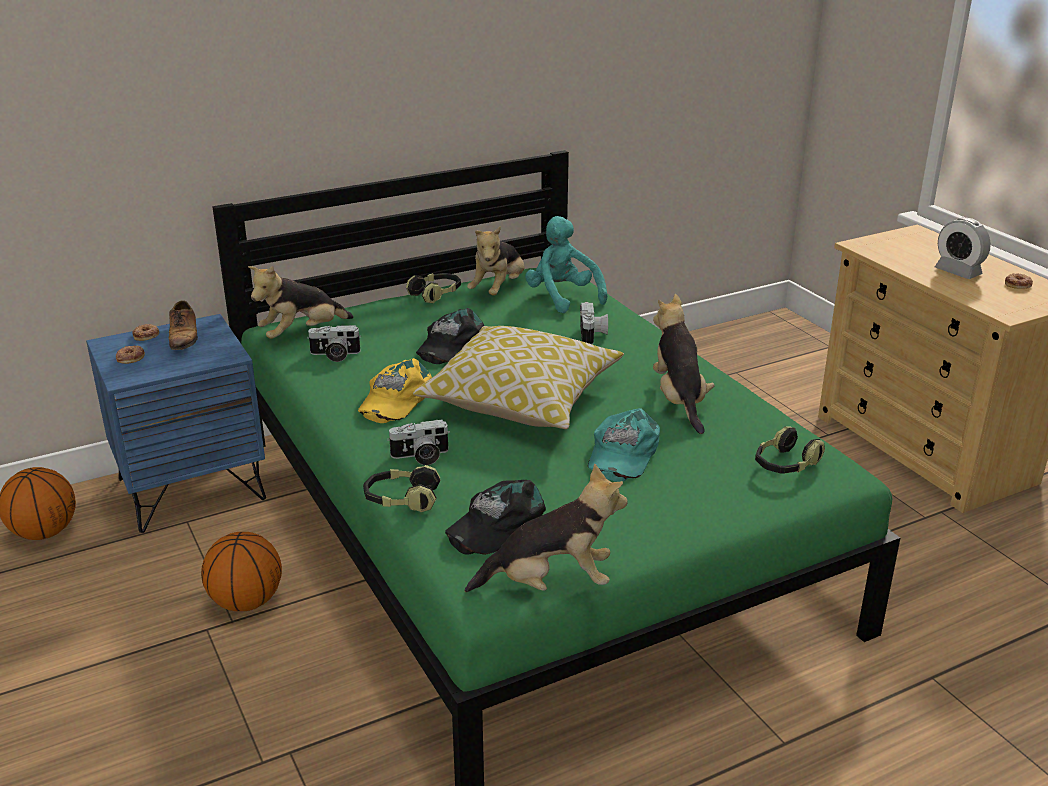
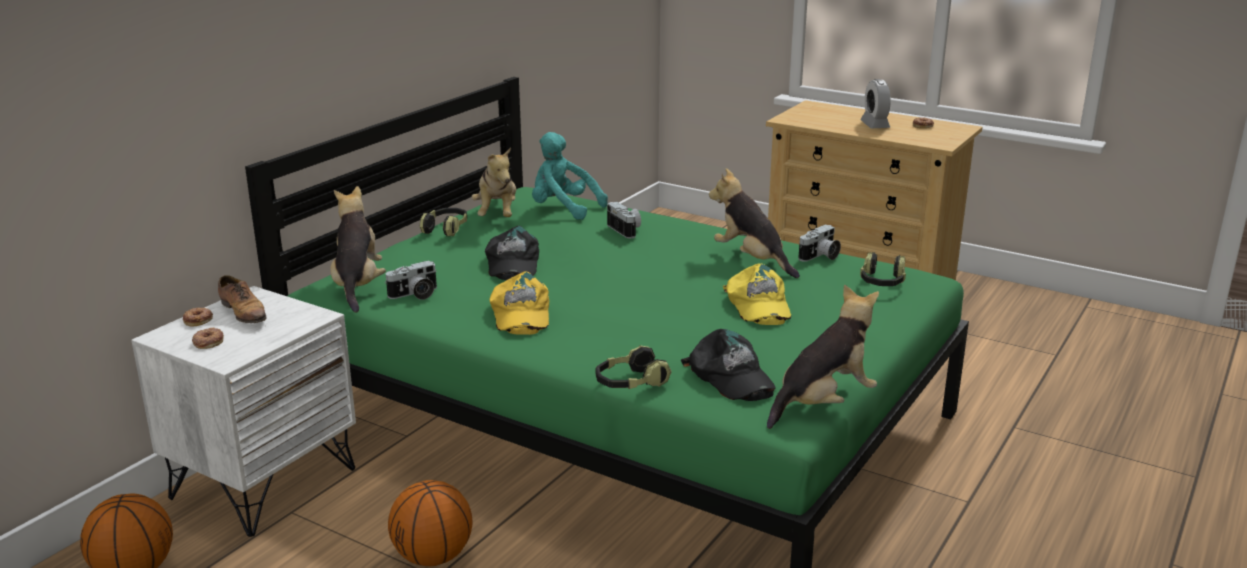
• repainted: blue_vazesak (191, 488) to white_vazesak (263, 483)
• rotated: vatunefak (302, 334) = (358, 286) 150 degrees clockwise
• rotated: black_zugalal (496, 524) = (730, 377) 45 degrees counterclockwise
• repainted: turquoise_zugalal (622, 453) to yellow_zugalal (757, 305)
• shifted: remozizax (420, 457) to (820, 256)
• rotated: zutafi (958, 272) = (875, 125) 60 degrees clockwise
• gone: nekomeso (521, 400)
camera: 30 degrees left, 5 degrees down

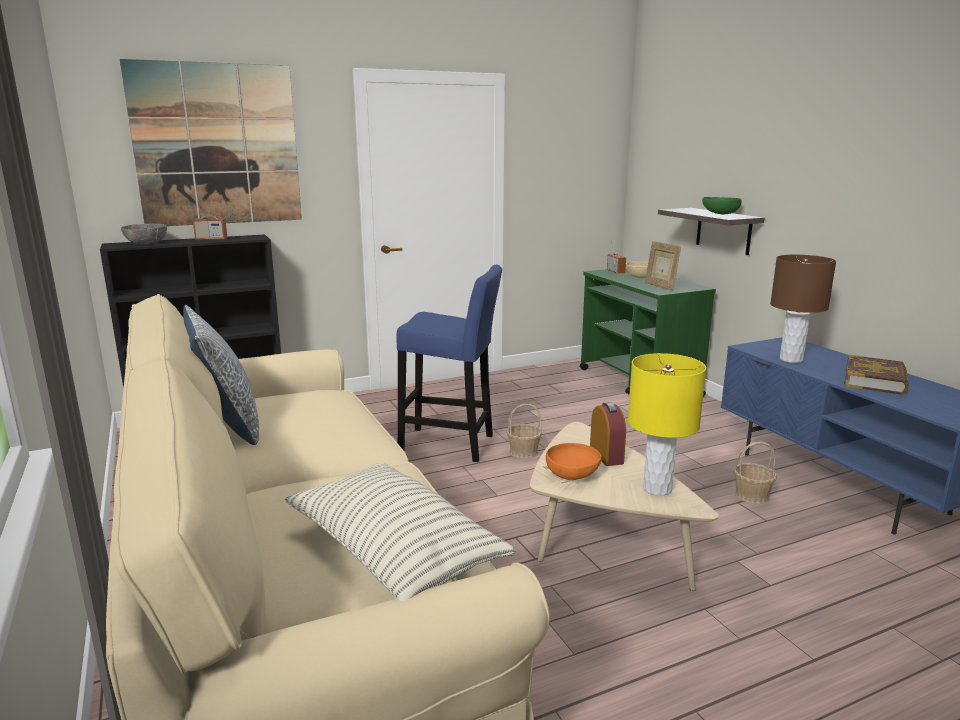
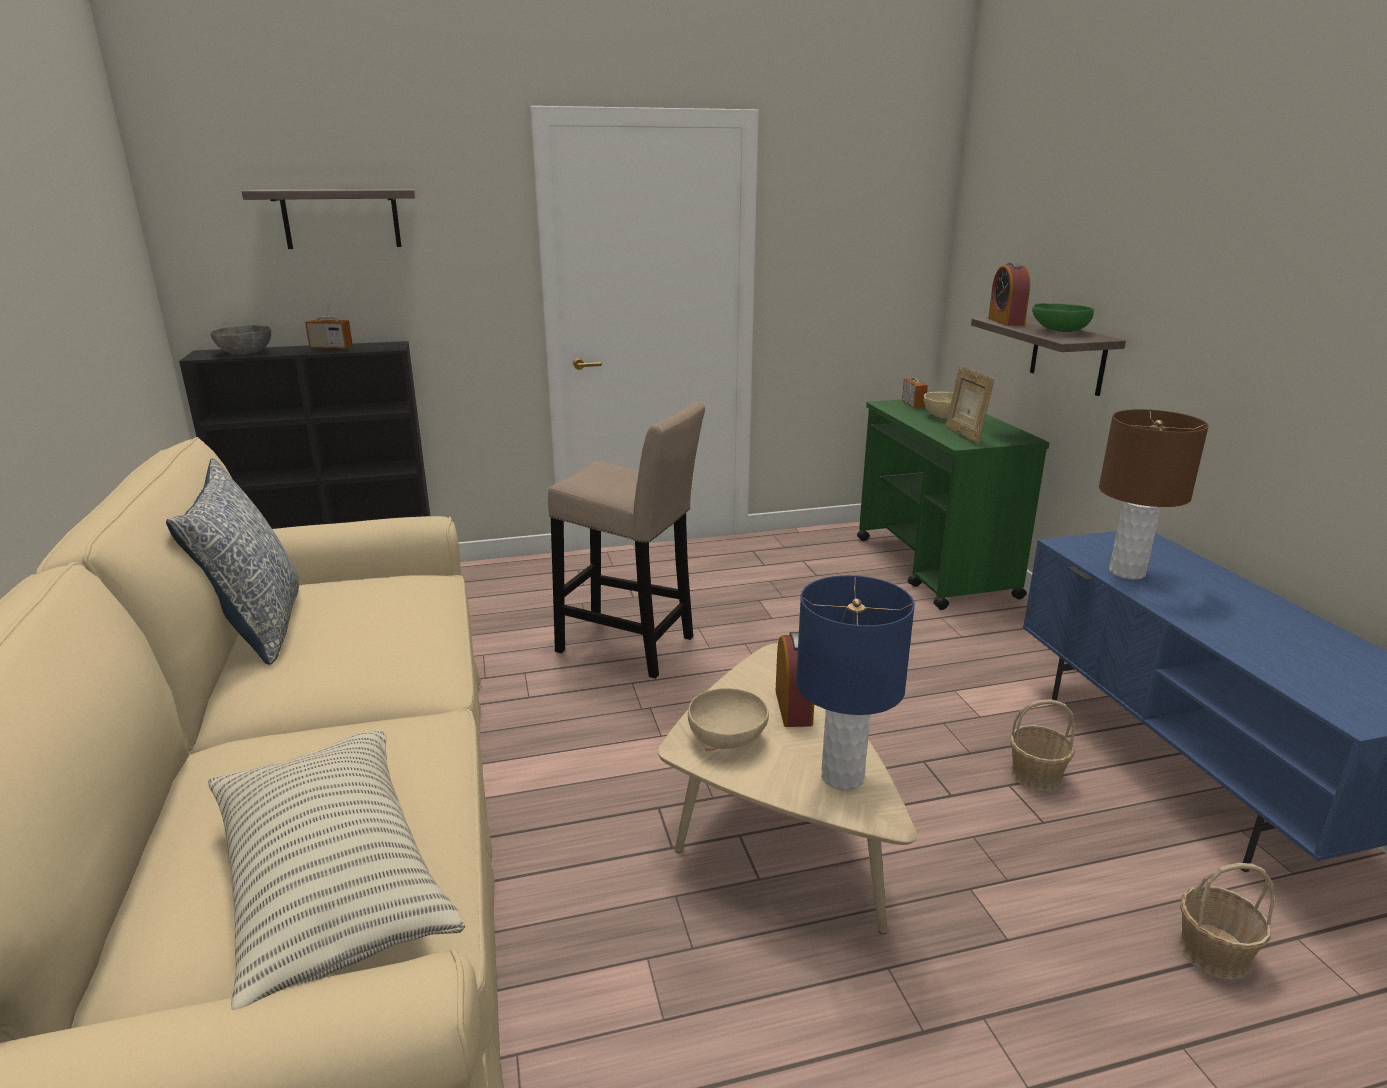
• swapped: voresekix (217, 145) to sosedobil (341, 218)
• repainted: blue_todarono (451, 445) to beige_todarono (631, 647)
• repainted: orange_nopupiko (573, 475) to beige_nopupiko (728, 738)
• repainted: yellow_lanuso (657, 488) to blue_lanuso (842, 776)
• new: zutafi (1006, 322)
• shifted: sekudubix (523, 452) to (1212, 952)
• gone: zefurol (875, 380)
camera: 10 degrees right, 5 degrees up

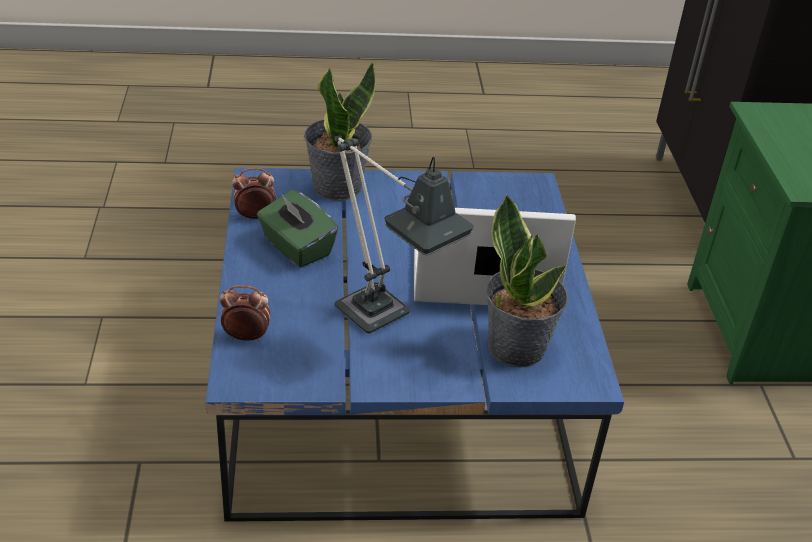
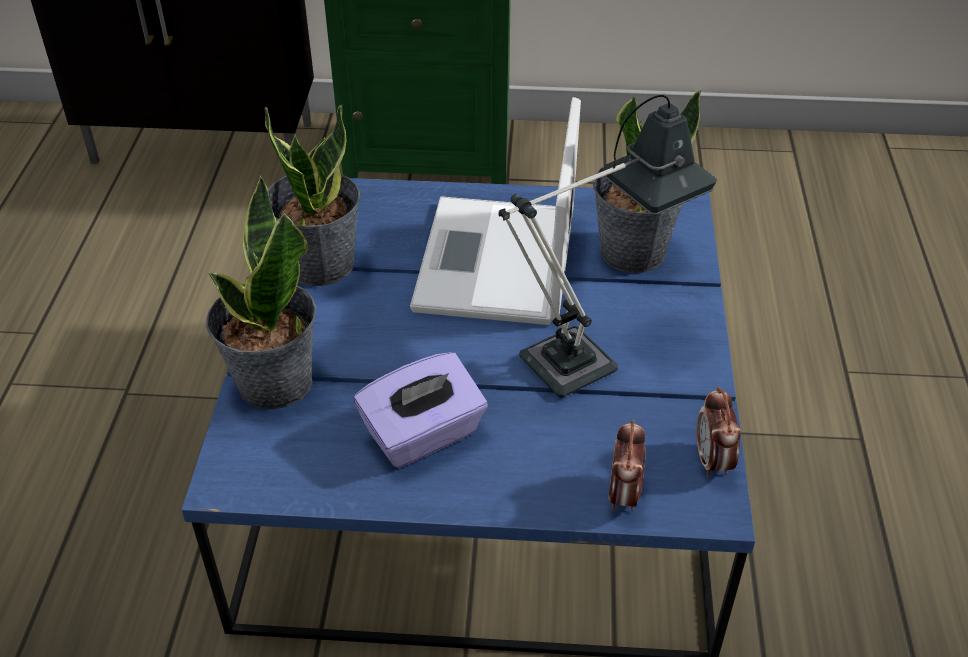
• new: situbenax (320, 264)
• repainted: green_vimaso (296, 247) to purple_vimaso (423, 435)
• shifted: zutafi (255, 216) to (712, 461)
camera: 80 degrees left, 5 degrees up

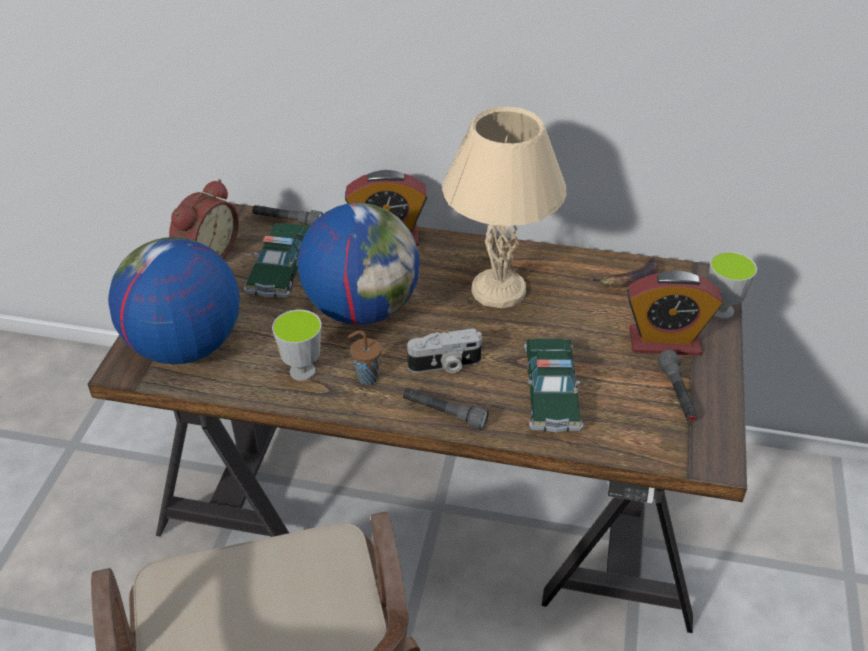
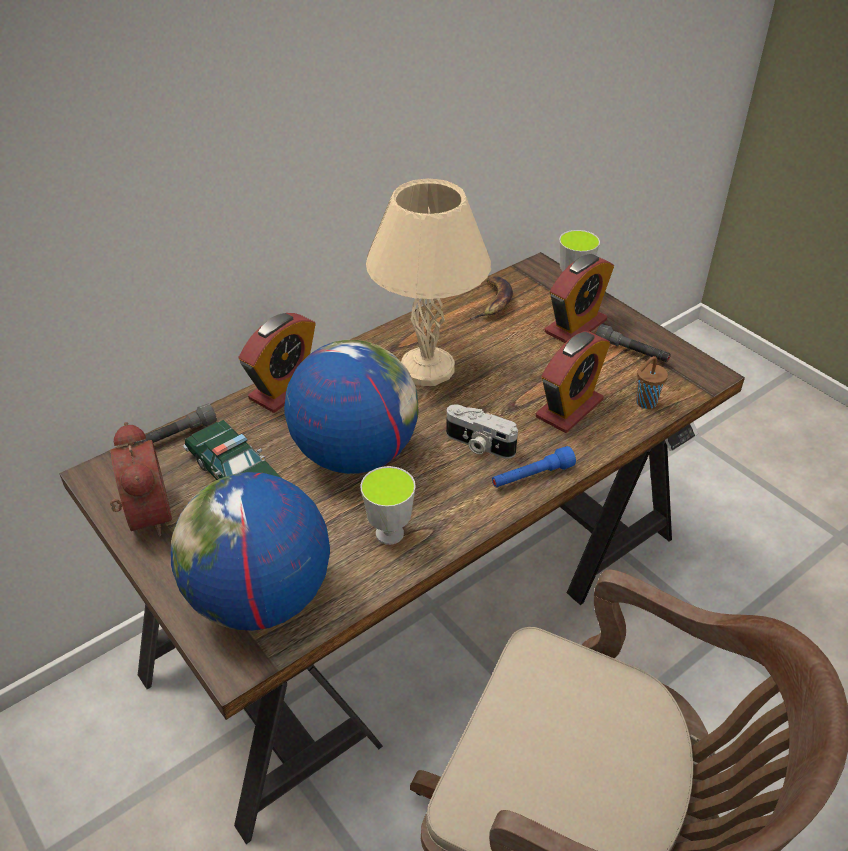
• rotated: remozizax (445, 365) = (478, 445) 90 degrees clockwise
• repainted: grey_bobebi (444, 413) to blue_bobebi (532, 476)
• swapped: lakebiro (551, 393) to zutafi (569, 409)
• shifted: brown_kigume (366, 377) to (645, 403)
camera: 50 degrees left, 0 degrees up

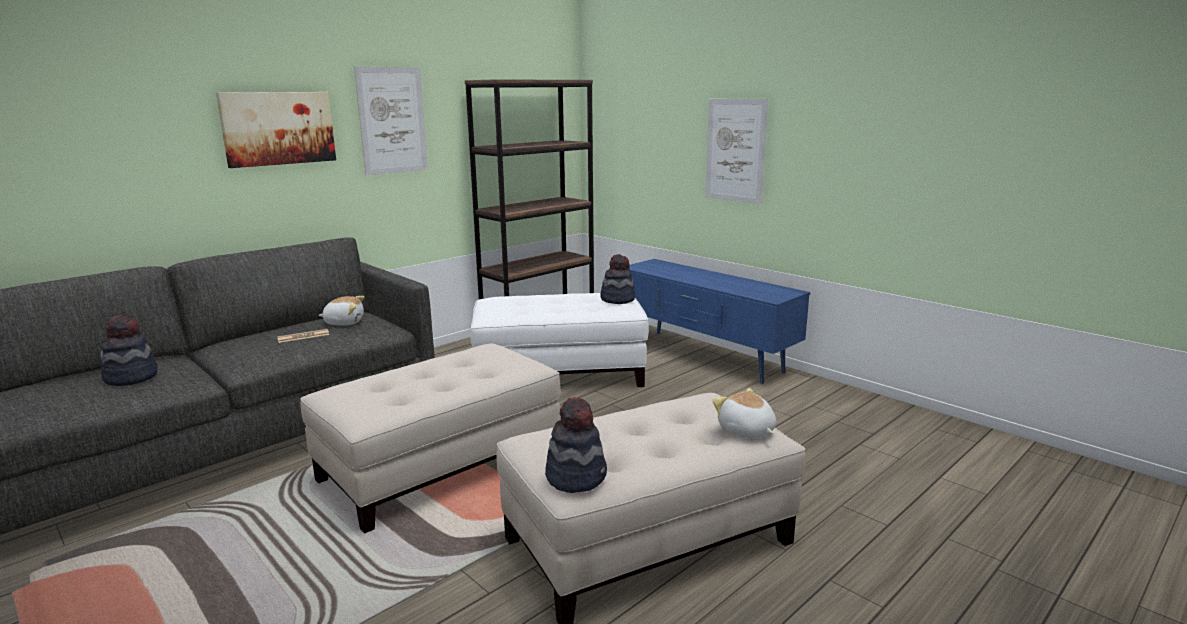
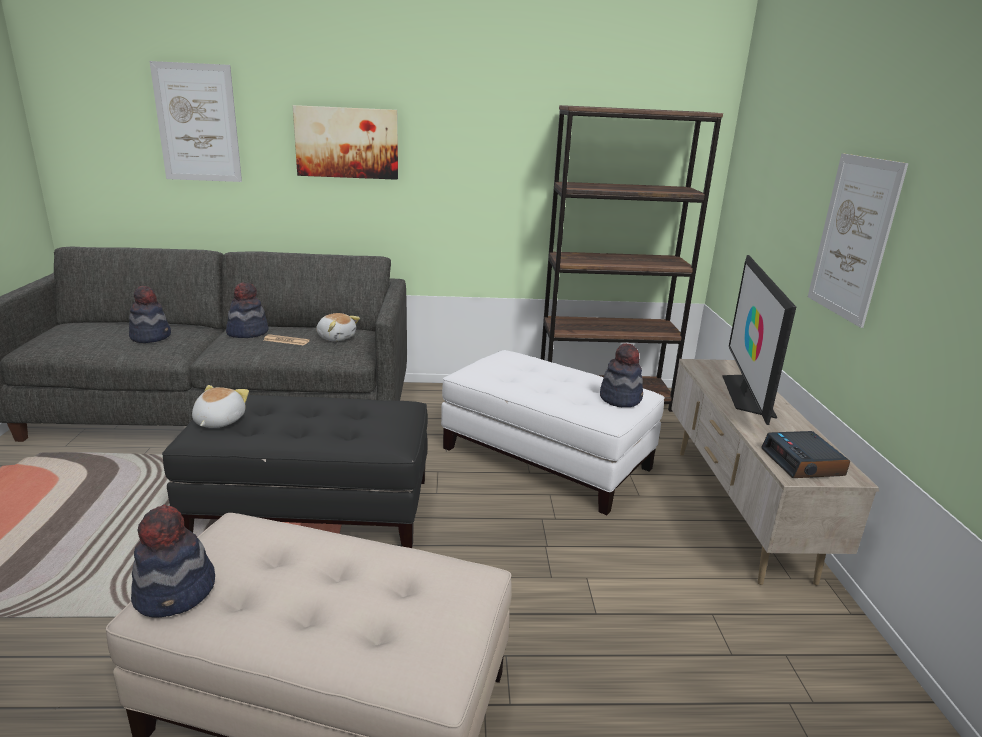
• shifted: voresekix (392, 120) to (197, 123)
• repainted: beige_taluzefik (440, 466) to black_taluzefik (313, 505)
• shifted: vatunefak (746, 431) to (218, 421)
• new: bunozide (247, 332)
• repainted: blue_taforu (704, 356) to beige_taforu (737, 510)
• new: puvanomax (746, 393)
• new: zutafi (803, 463)
camera: 40 degrees right, 5 degrees up

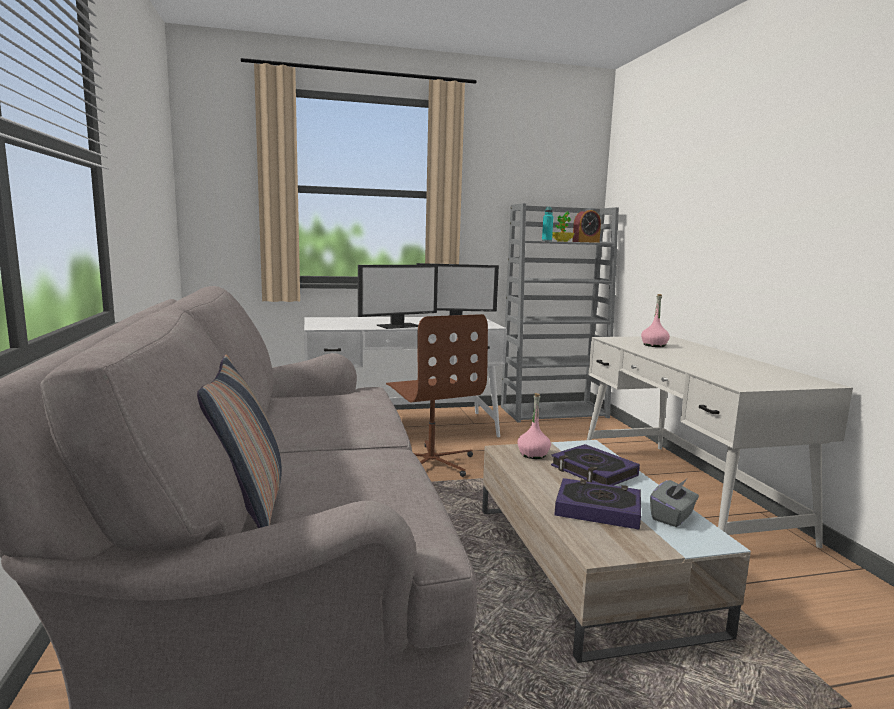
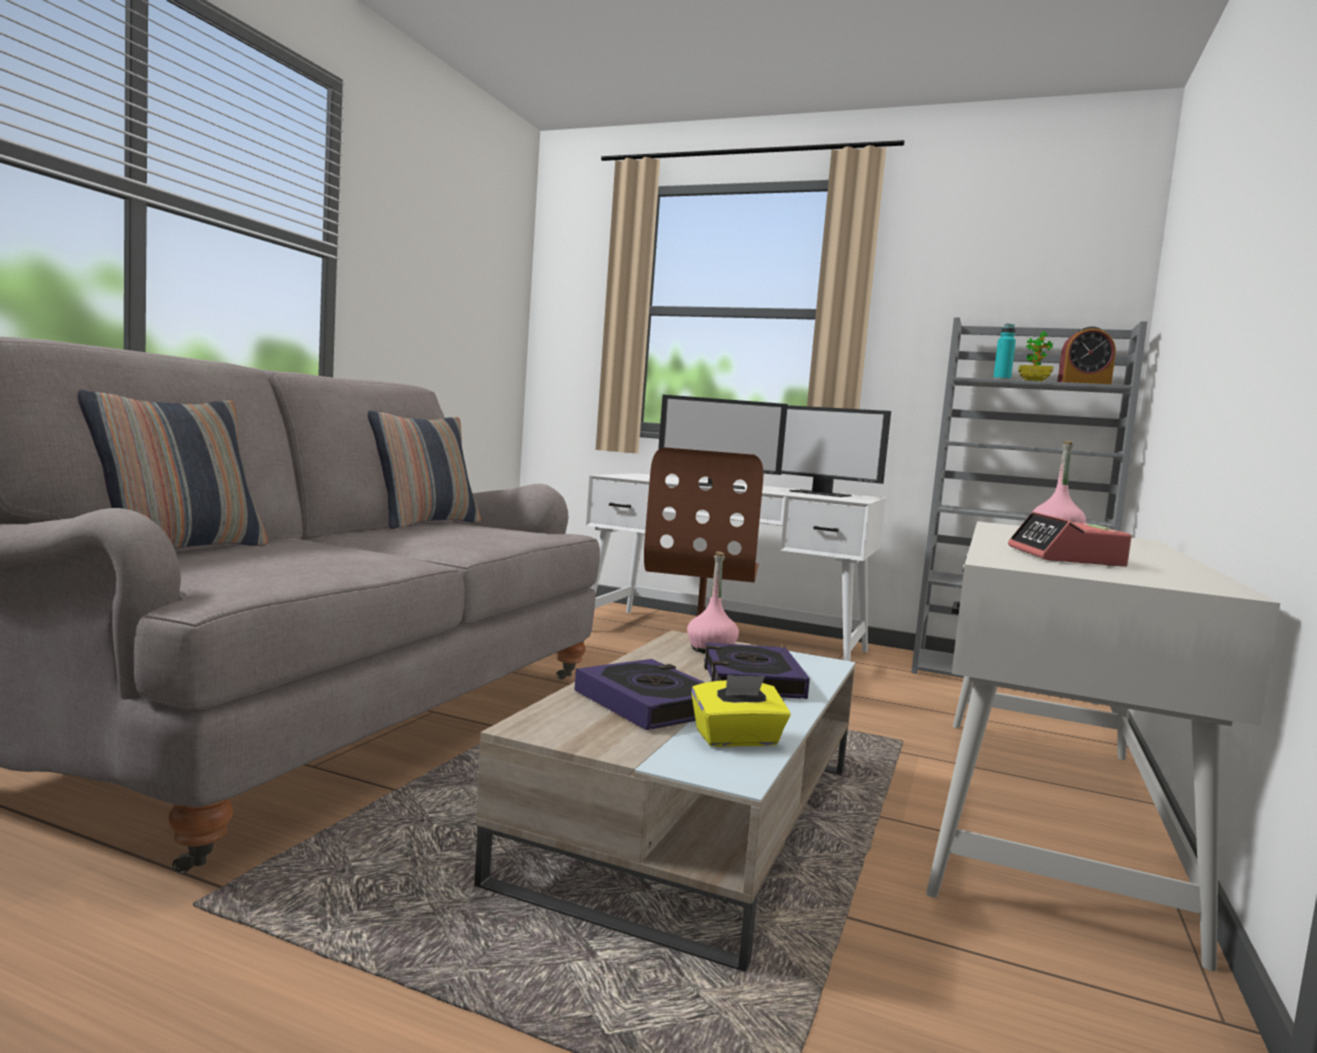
• new: nekomeso (425, 523)
• repainted: grey_vimaso (672, 517) to yellow_vimaso (737, 739)
• new: zutafi (1065, 557)
camera: 35 degrees right, 5 degrees down

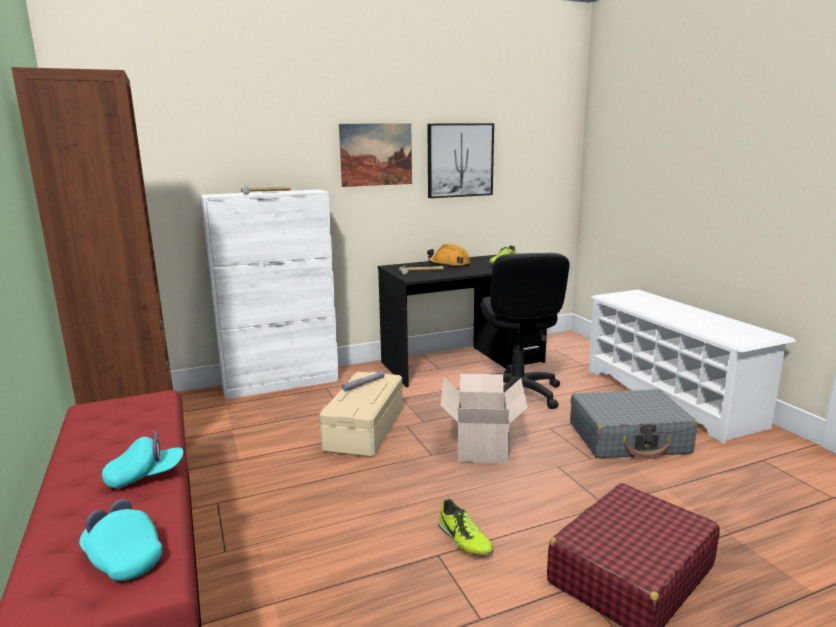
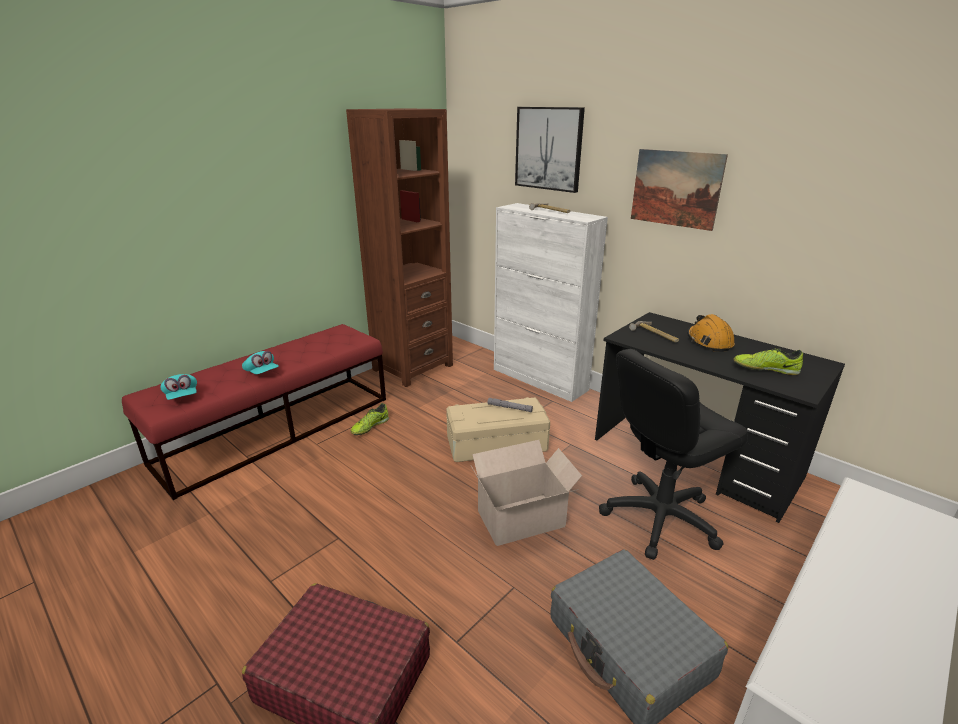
• rotated: turquoise_zugalal (123, 558) = (182, 397) 135 degrees clockwise
• shifted: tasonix (464, 540) to (370, 427)
• shifted: voresekix (460, 160) to (549, 149)
camera: 65 degrees right, 10 degrees up

